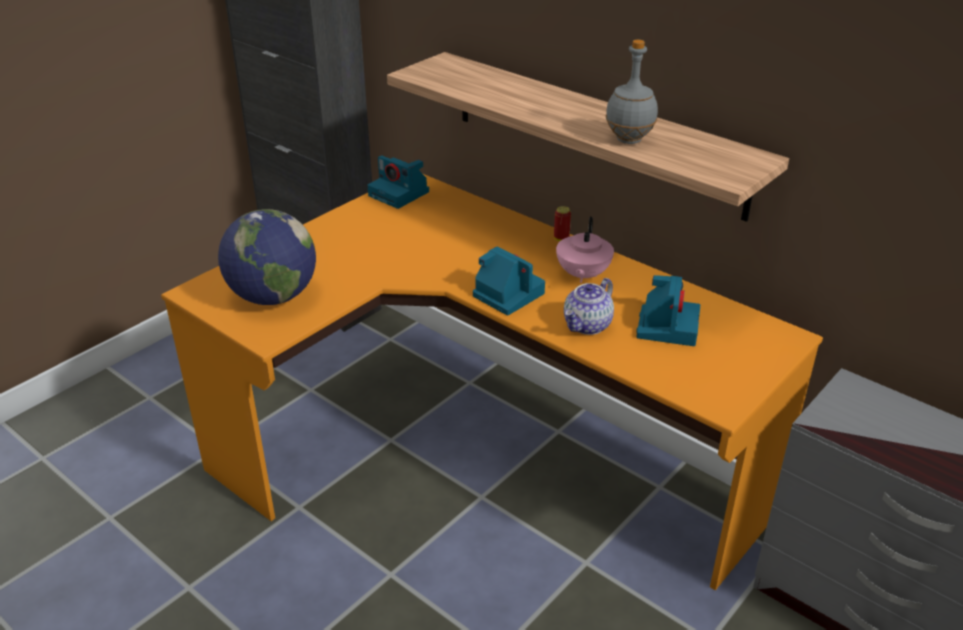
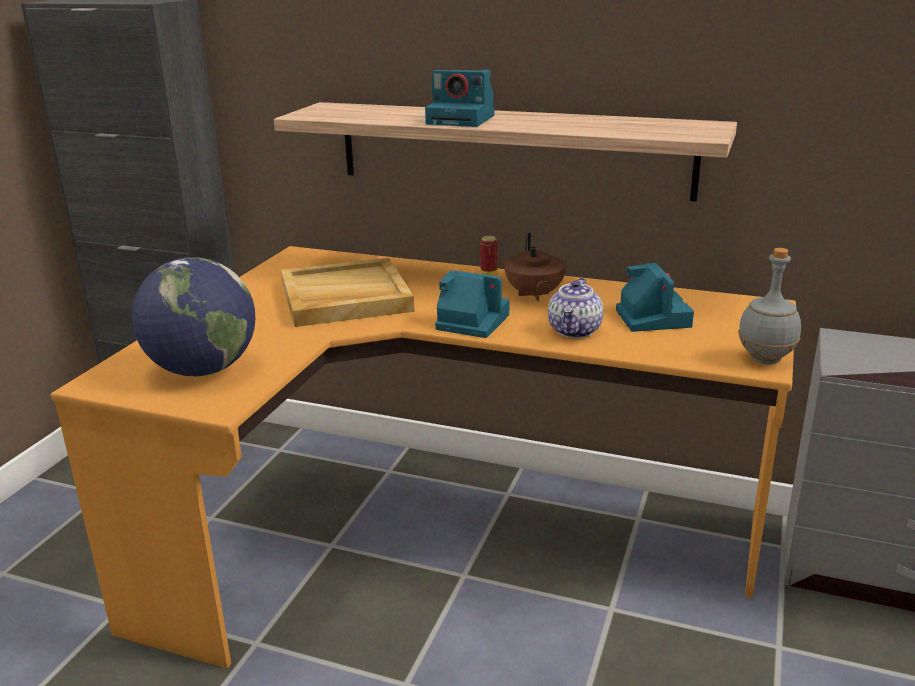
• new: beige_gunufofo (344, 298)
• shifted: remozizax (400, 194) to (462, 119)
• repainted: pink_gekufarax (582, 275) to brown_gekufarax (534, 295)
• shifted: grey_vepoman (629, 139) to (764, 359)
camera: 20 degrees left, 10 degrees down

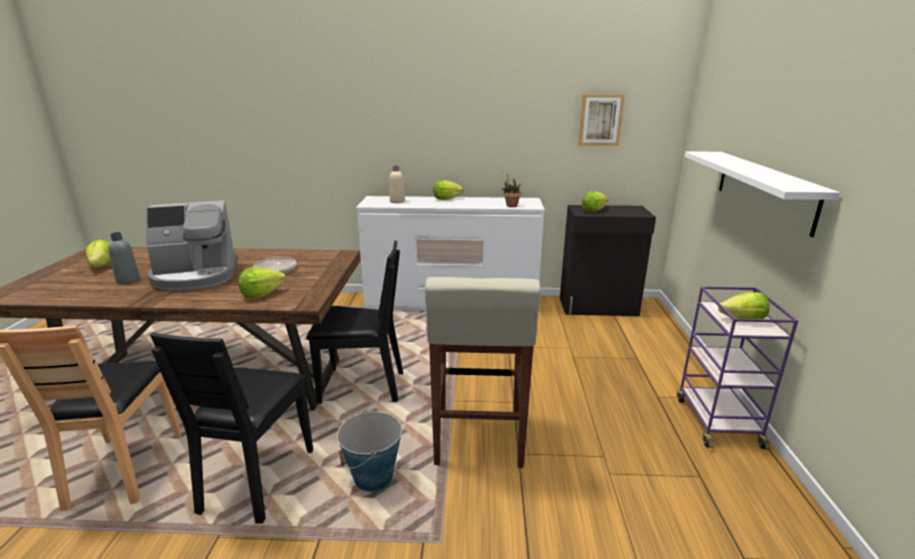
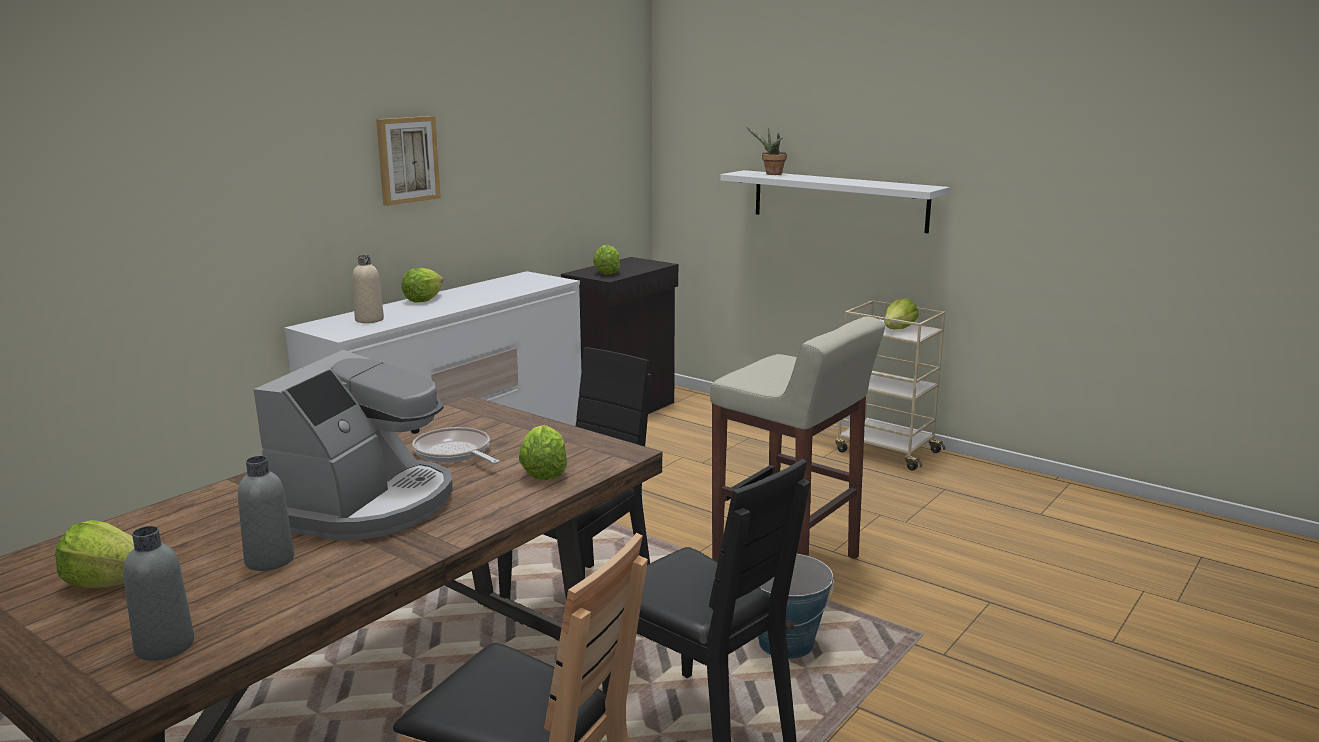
• new: grey_vepoman (165, 646)
• shifted: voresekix (600, 120) to (407, 159)
• shifted: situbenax (510, 205) to (771, 174)
• repainted: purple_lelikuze (717, 421) to beige_lelikuze (886, 451)
camera: 55 degrees left, 5 degrees down

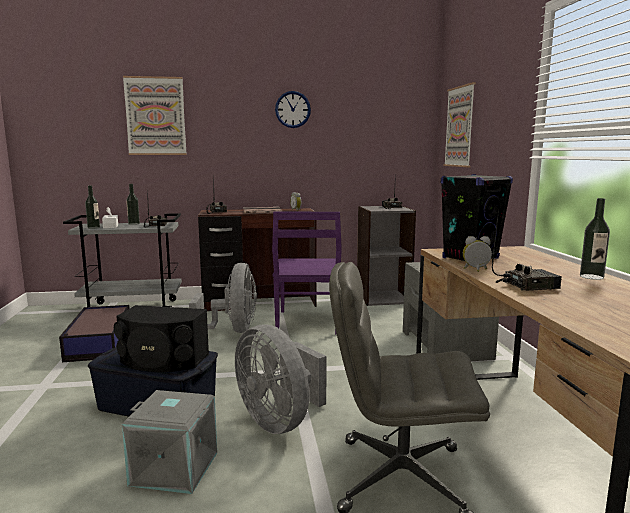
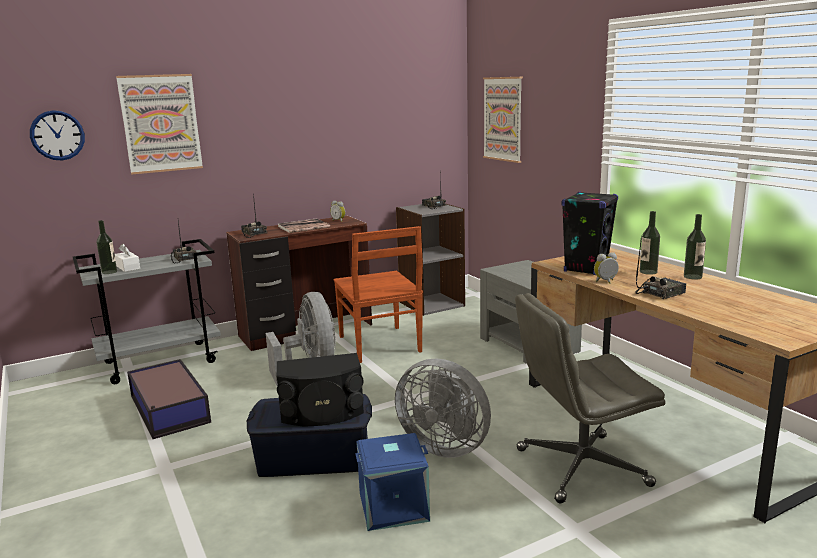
• shifted: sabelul (292, 109) to (57, 135)
• repainted: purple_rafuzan (307, 323) to brown_rafuzan (380, 345)
• repainted: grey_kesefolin (175, 467) to blue_kesefolin (394, 506)
• shifted: vepoman (134, 224) to (648, 272)
camera: 20 degrees left, 5 degrees up

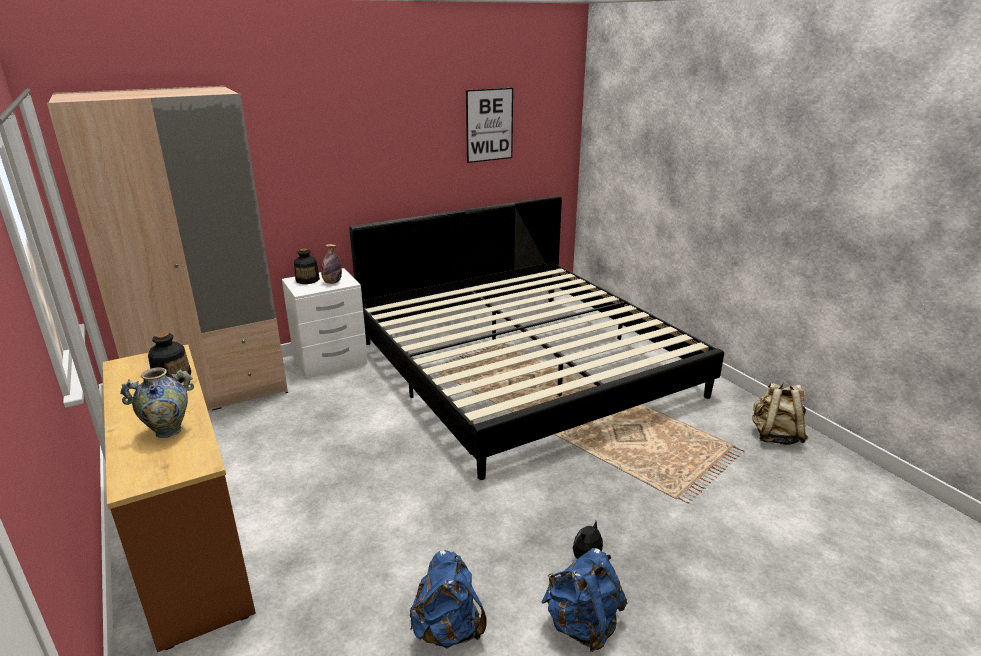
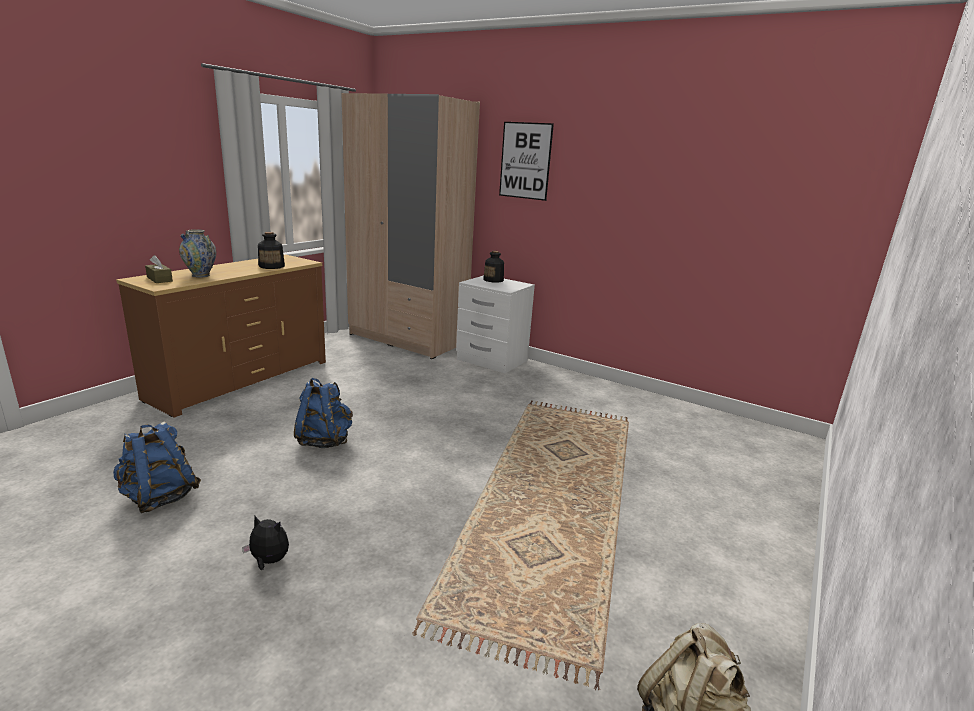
• new: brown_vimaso (159, 279)
• shifted: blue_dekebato (582, 625) to (324, 441)
• shifted: voresekix (489, 125) to (525, 161)
• gone: vepoman (332, 282)
• gone: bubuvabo (524, 367)
camera: 60 degrees right, 5 degrees down

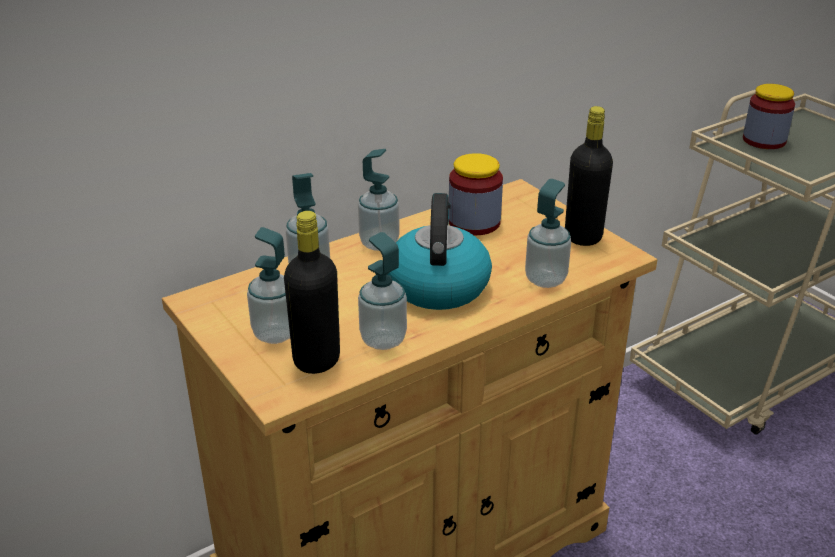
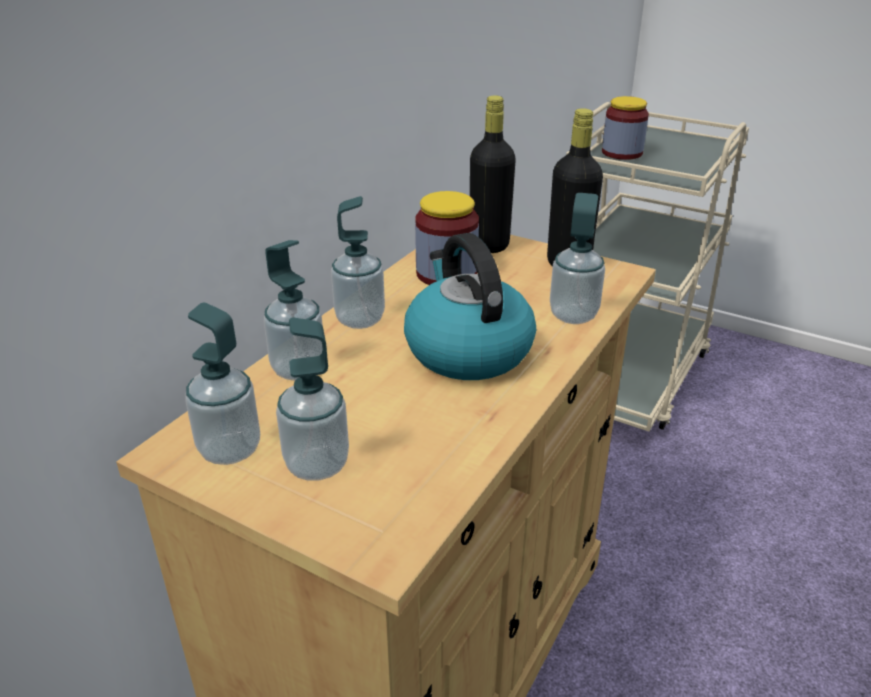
• shifted: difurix (383, 340) to (230, 449)
• shifted: black_vepoman (316, 360) to (489, 245)
camera: 25 degrees left, 0 degrees up

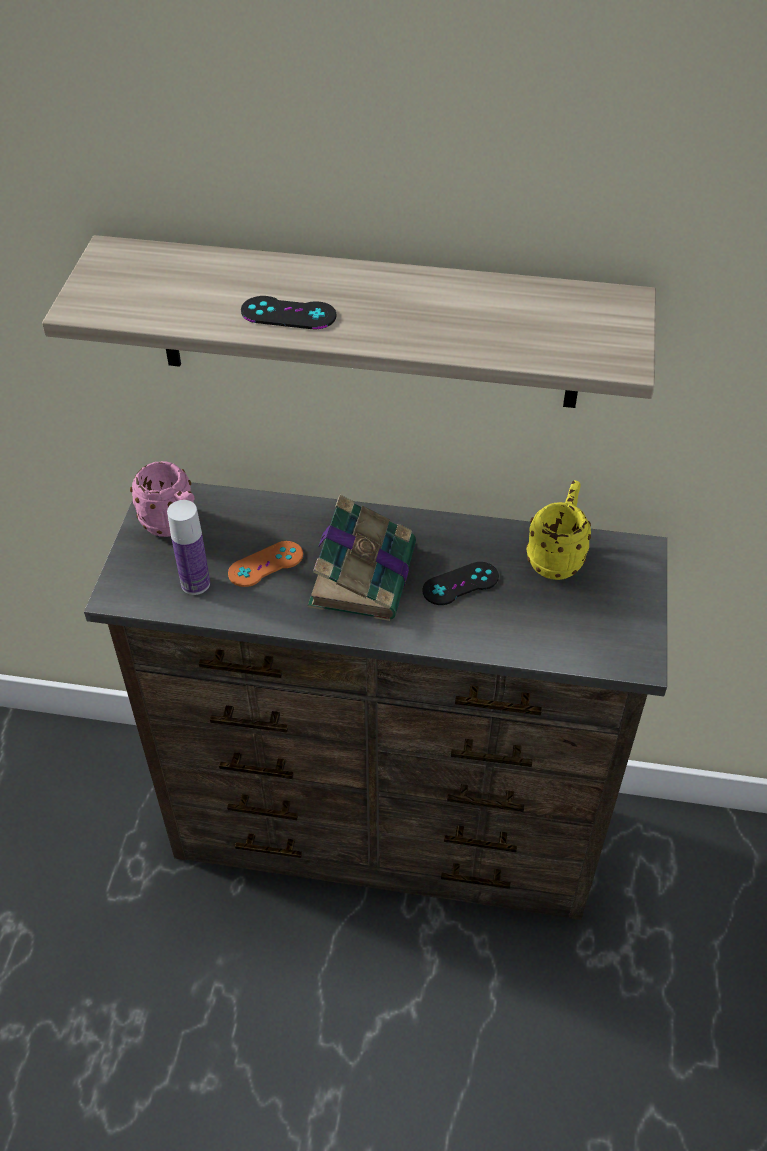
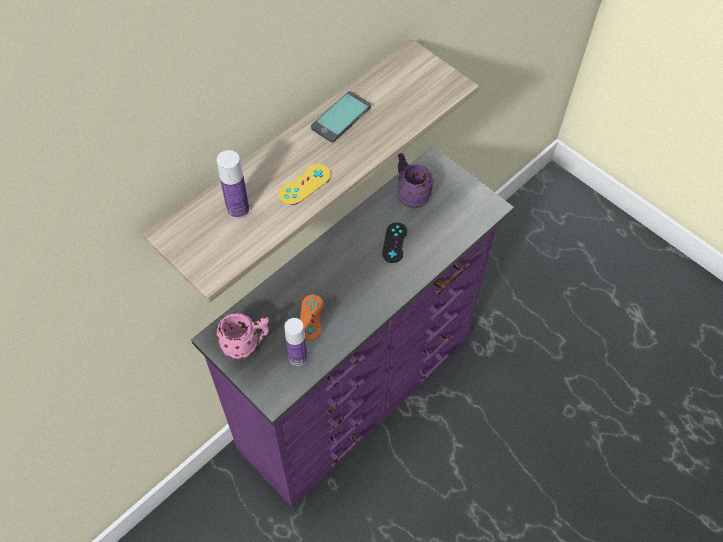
• repainted: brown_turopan (386, 836) to purple_turopan (360, 395)
• new: vepoman (238, 209)
• repainted: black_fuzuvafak (288, 313) to yellow_fuzuvafak (304, 184)
• new: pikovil (341, 118)
• repainted: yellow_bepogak (557, 556) to purple_bepogak (410, 194)
• gone: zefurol (363, 573)
camera: 55 degrees left, 10 degrees up

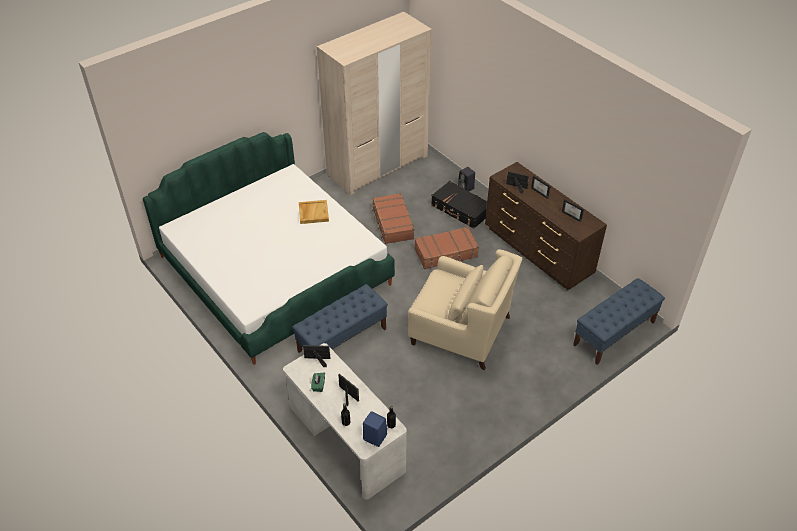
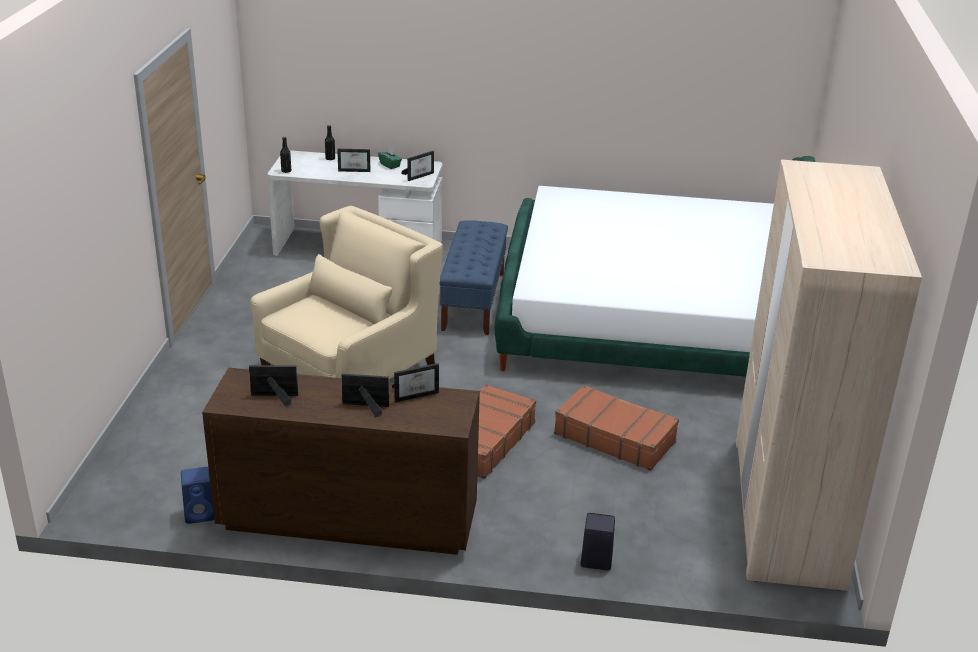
• shifted: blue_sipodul (374, 437) to (201, 514)
• rotated: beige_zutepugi (460, 330) = (349, 370) 150 degrees clockwise
• gone: beige_gunufofo (313, 213)
• gone: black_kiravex (460, 210)
• gone: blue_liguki (614, 334)
camera: 135 degrees right, 15 degrees down

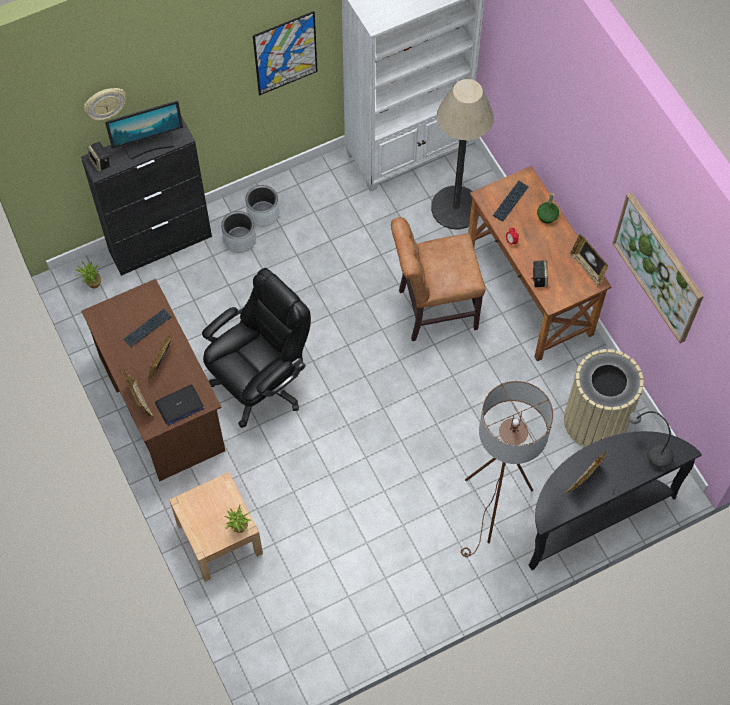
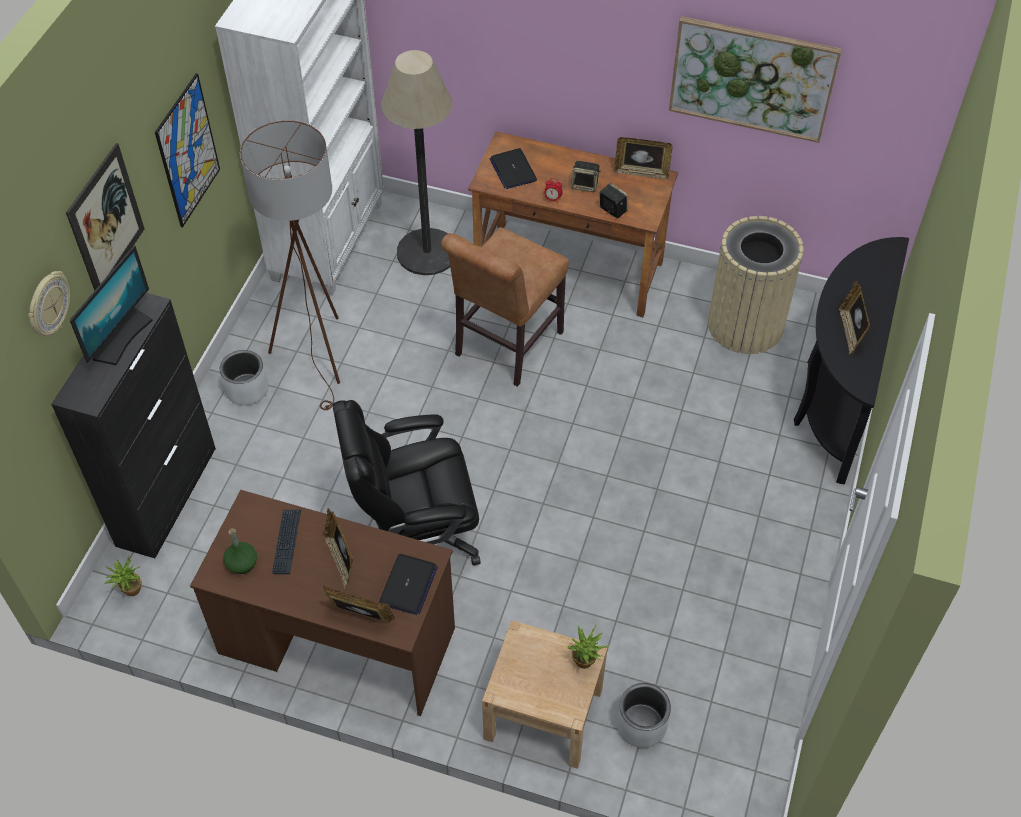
• new: voresekix (106, 221)
• shifted: green_vepoman (547, 216) to (242, 563)
• shifted: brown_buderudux (495, 510) to (319, 355)
• rotated: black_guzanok (260, 382) = (417, 536) 105 degrees counterclockwise
• swapped: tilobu (510, 201) to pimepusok (513, 169)
• shifted: sipodul (101, 162) to (585, 185)
• shifted: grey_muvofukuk (239, 239) to (641, 725)
• gone: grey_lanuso (643, 458)
camera: 45 degrees left, 10 degrees down

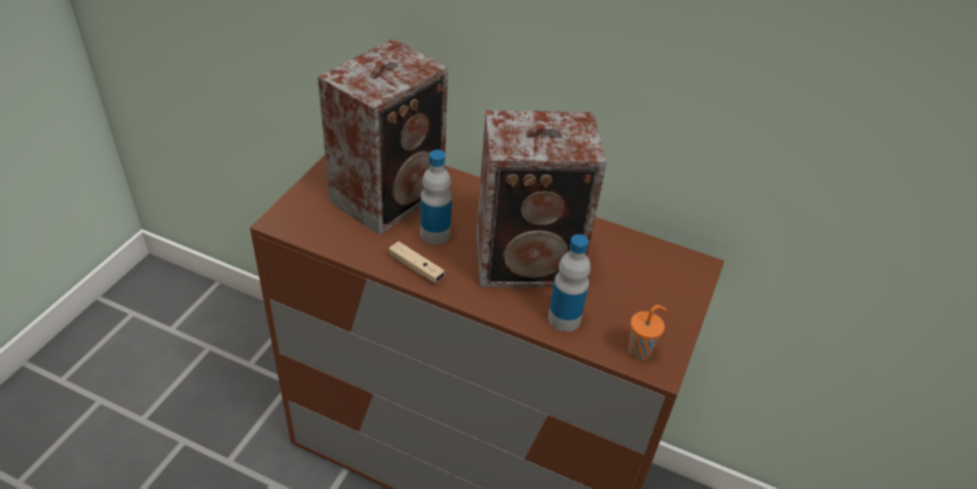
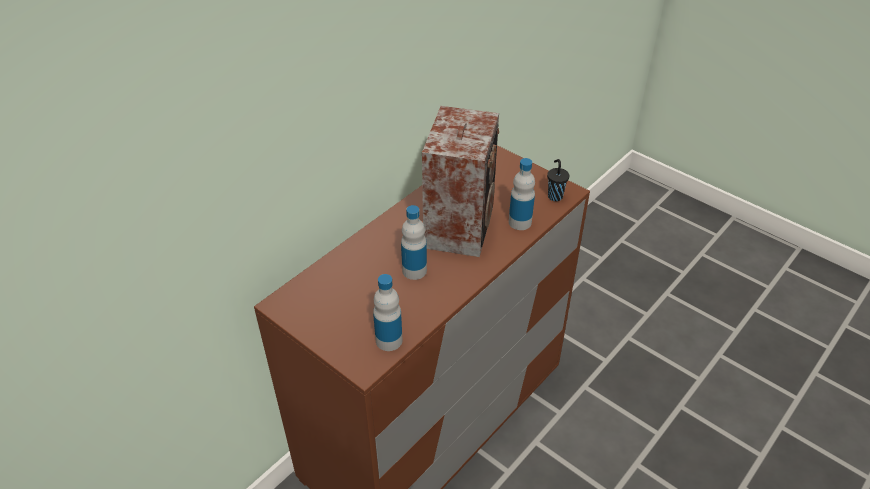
• new: vepoman (389, 340)
• repainted: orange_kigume (640, 351) to black_kigume (554, 196)
• gone: sipodul (391, 195)
• gone: beige_fuzuvafak (416, 268)
camera: 70 degrees left, 0 degrees up

